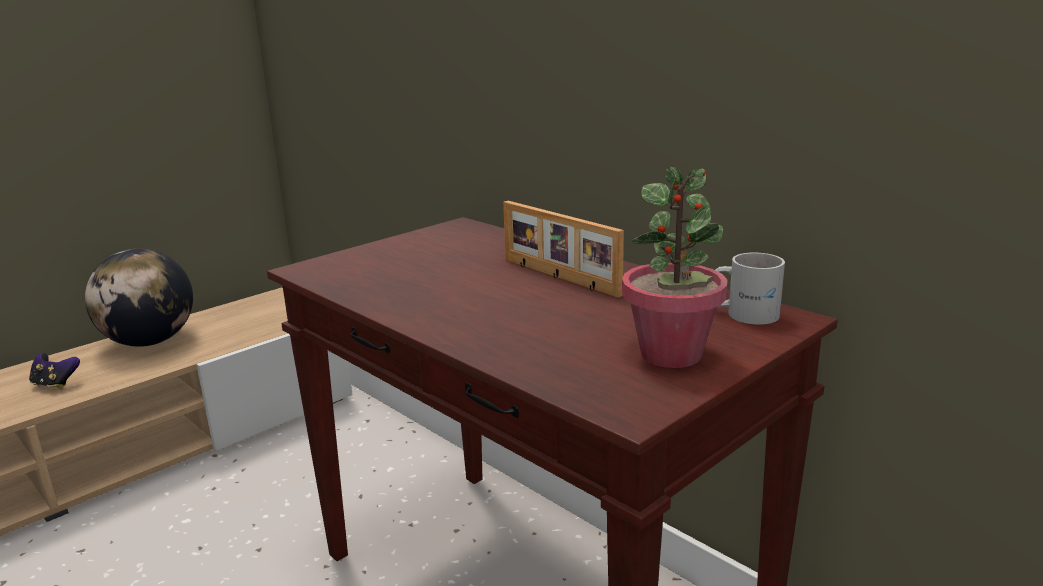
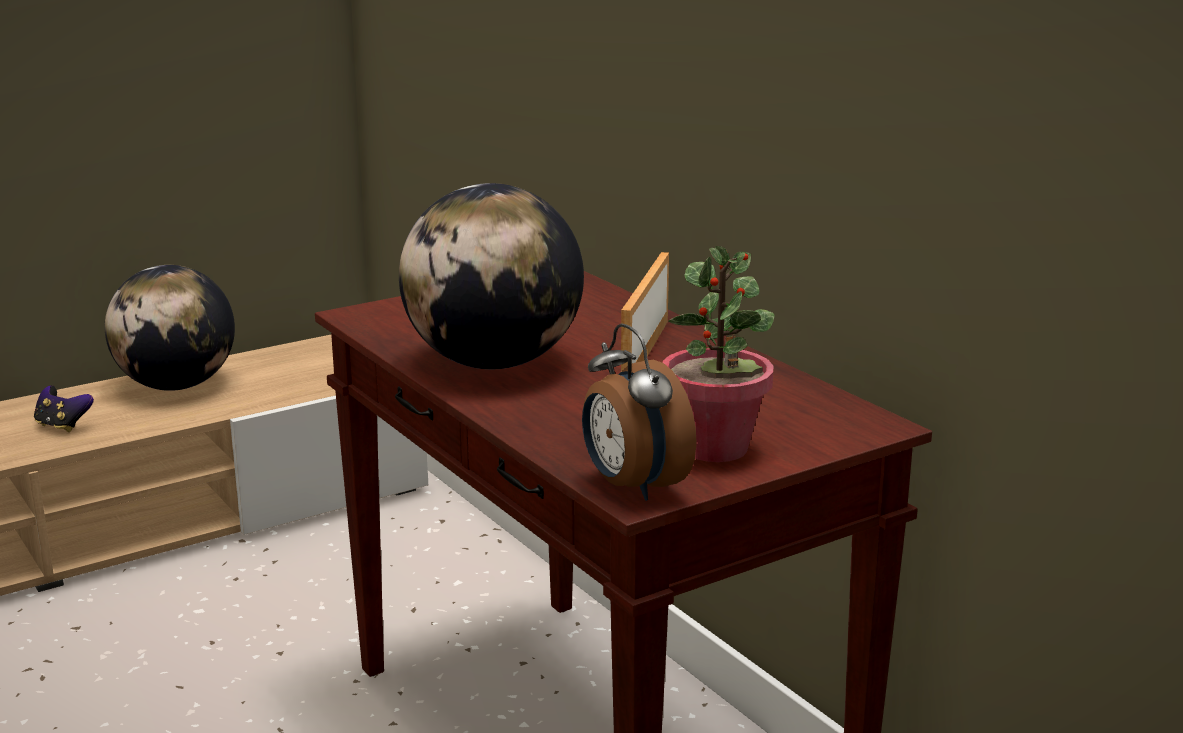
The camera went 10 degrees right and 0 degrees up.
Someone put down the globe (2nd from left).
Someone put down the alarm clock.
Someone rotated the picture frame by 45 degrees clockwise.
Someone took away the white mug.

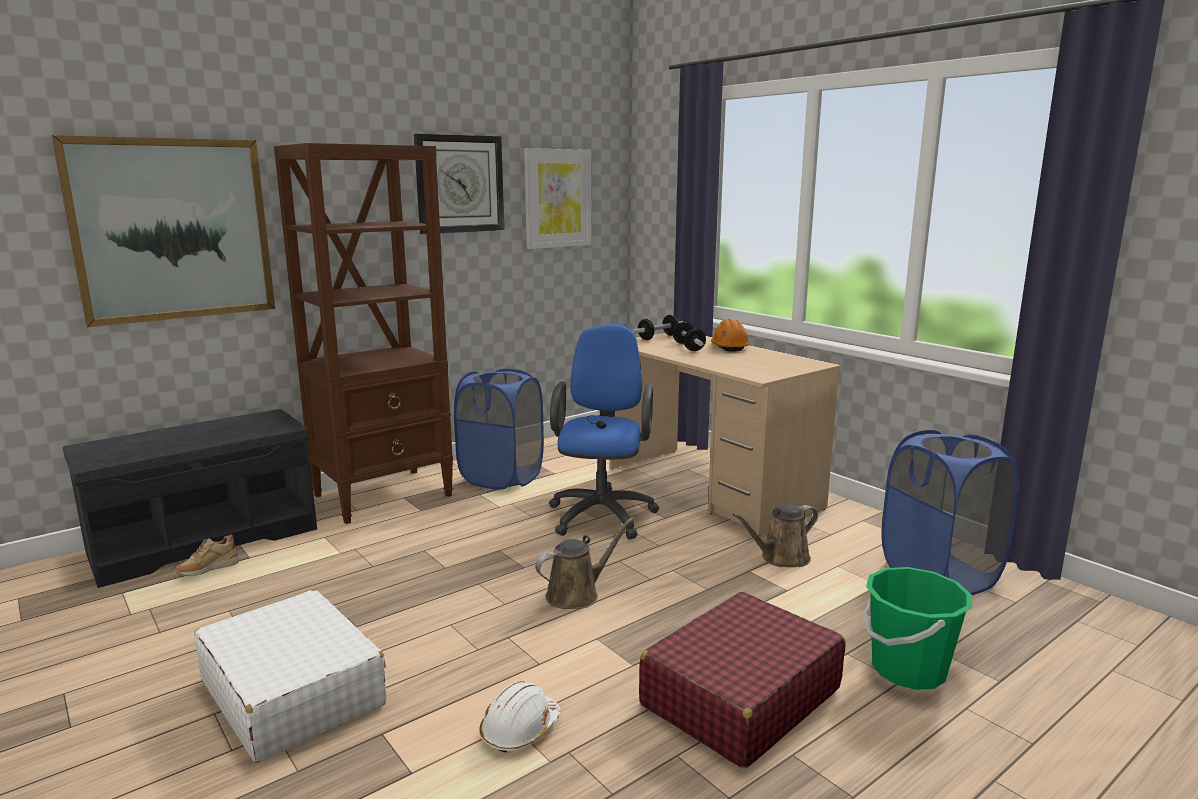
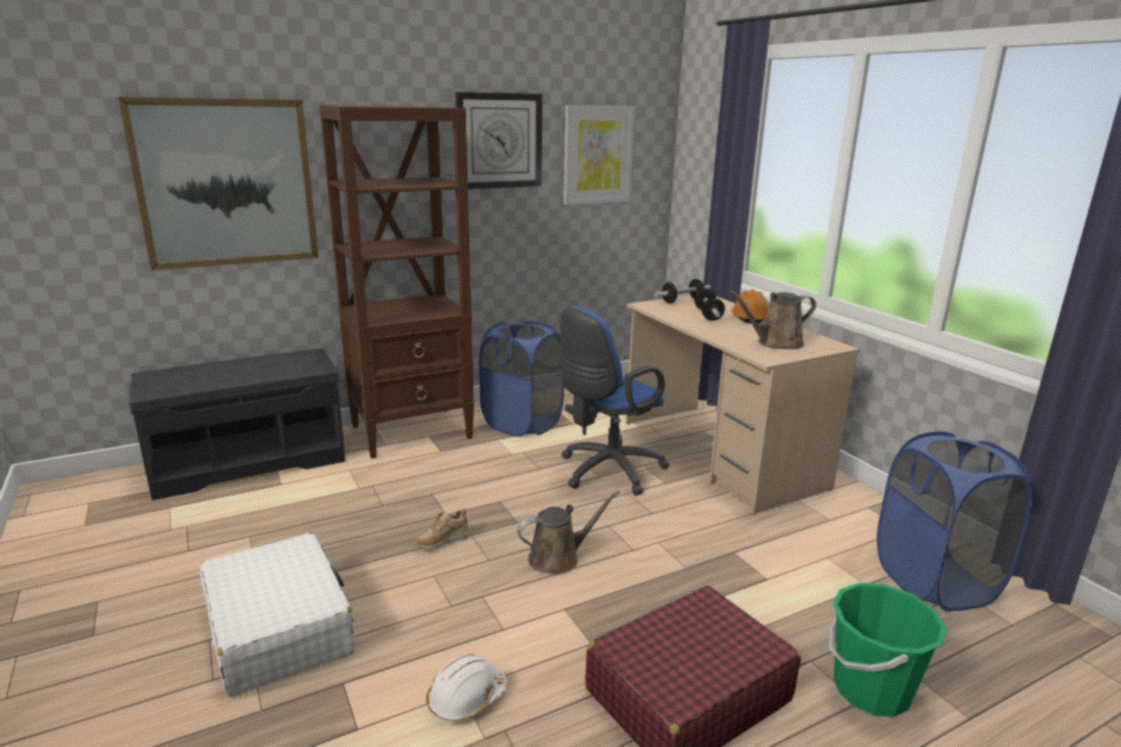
The camera went 10 degrees right and 5 degrees up.
Someone carried the beige shoe.
Someone rotated the blue office chair by 150 degrees counterclockwise.
Someone carried the brown watering can (2nd from left).

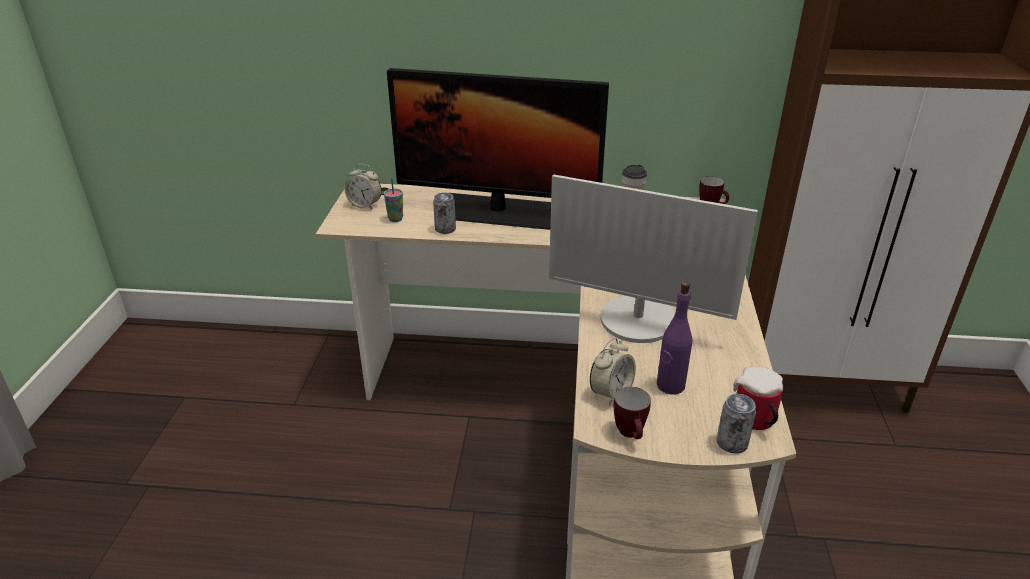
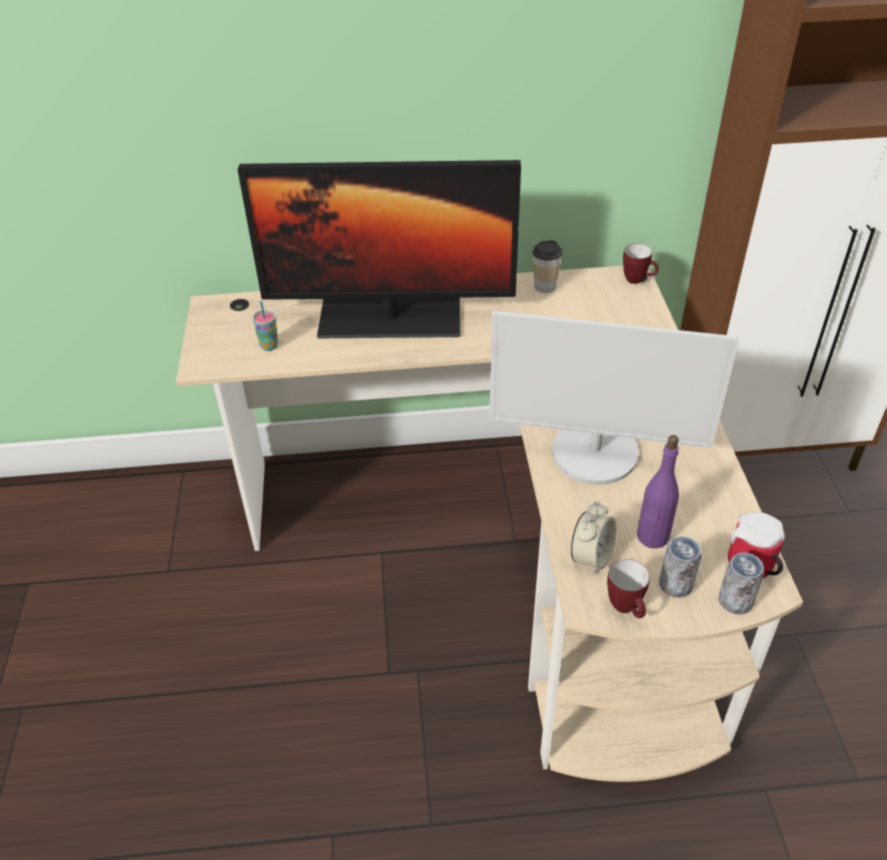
The camera went 10 degrees left and 10 degrees up.
Someone carried the can (1st from left).
Someone took away the alarm clock (1st from left).

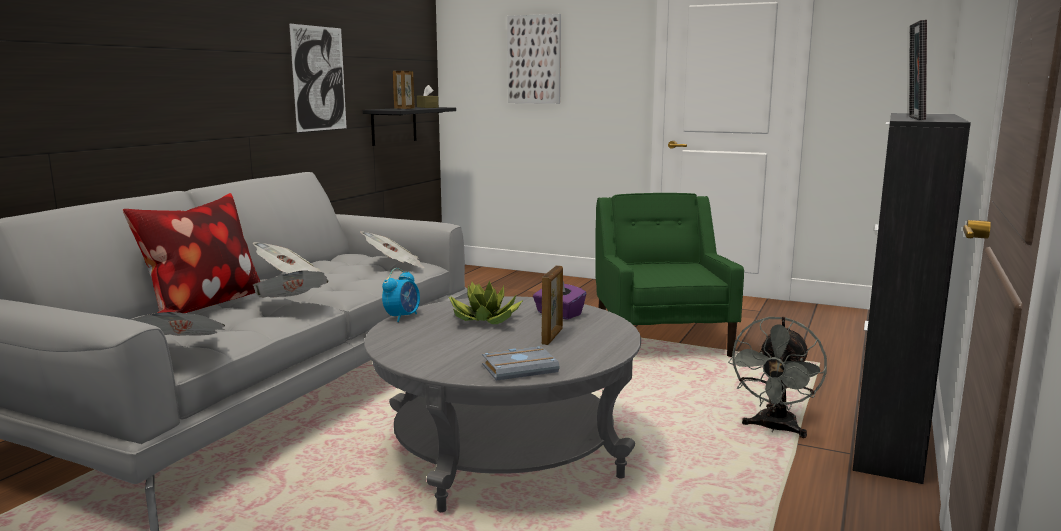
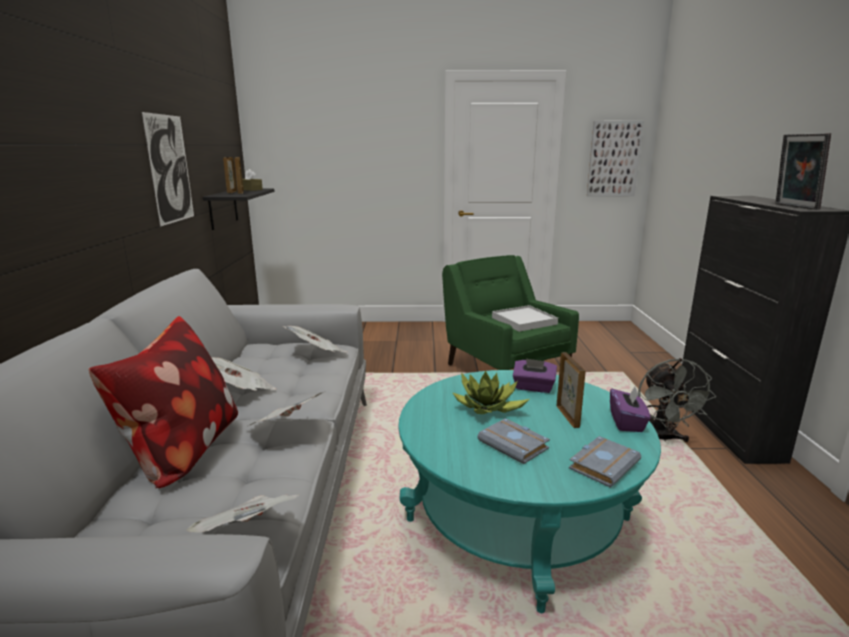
The camera went 25 degrees left and 5 degrees up.
Someone repainted the grey coffee table, which became the turquoise coffee table.
Someone put down the grey book (1st from left).
Someone put down the white tray.
Someone carried the picture (2nd from left).
Someone put down the purple tissue box (2nd from left).
Someone took away the alarm clock.

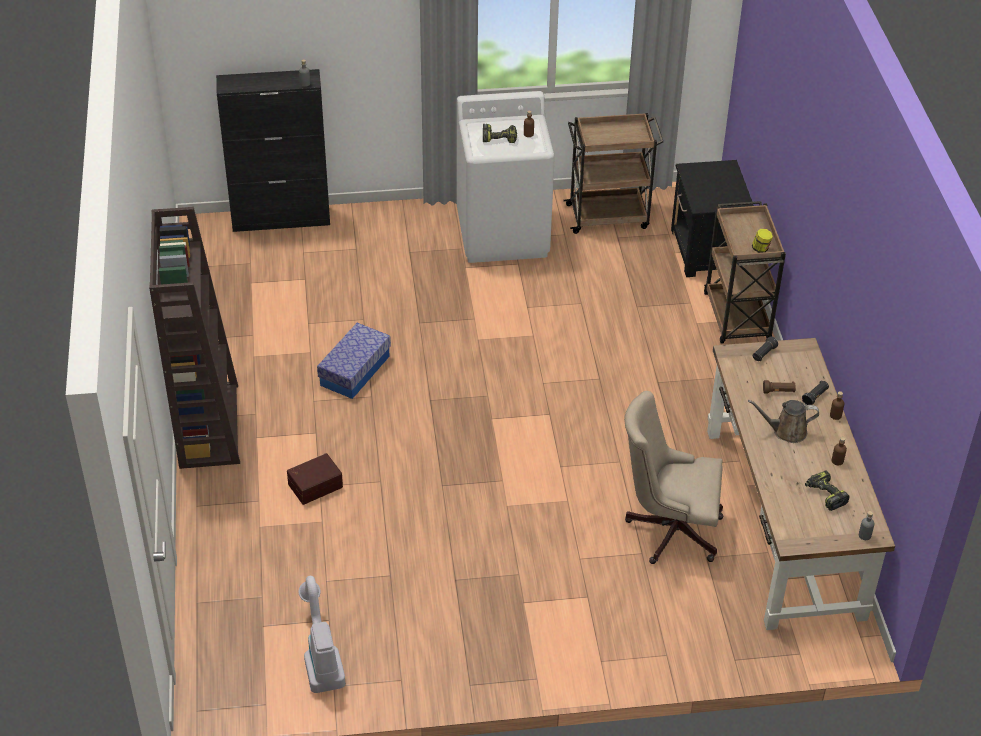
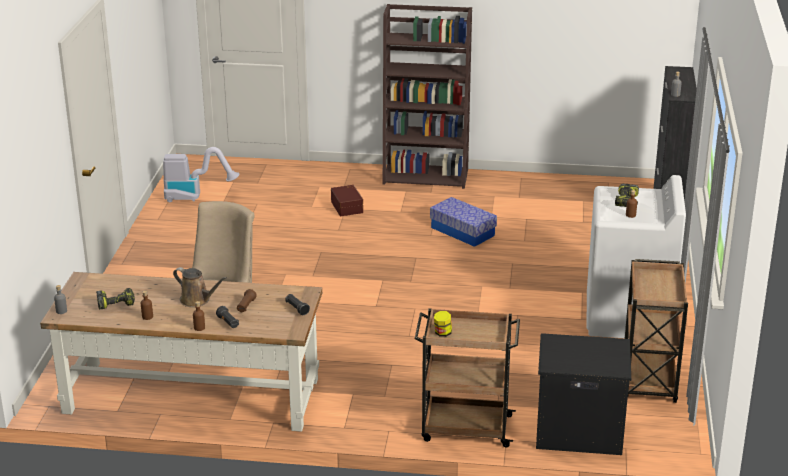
The camera went 105 degrees right and 15 degrees down.
Someone rotated the brown watering can by 105 degrees clockwise.

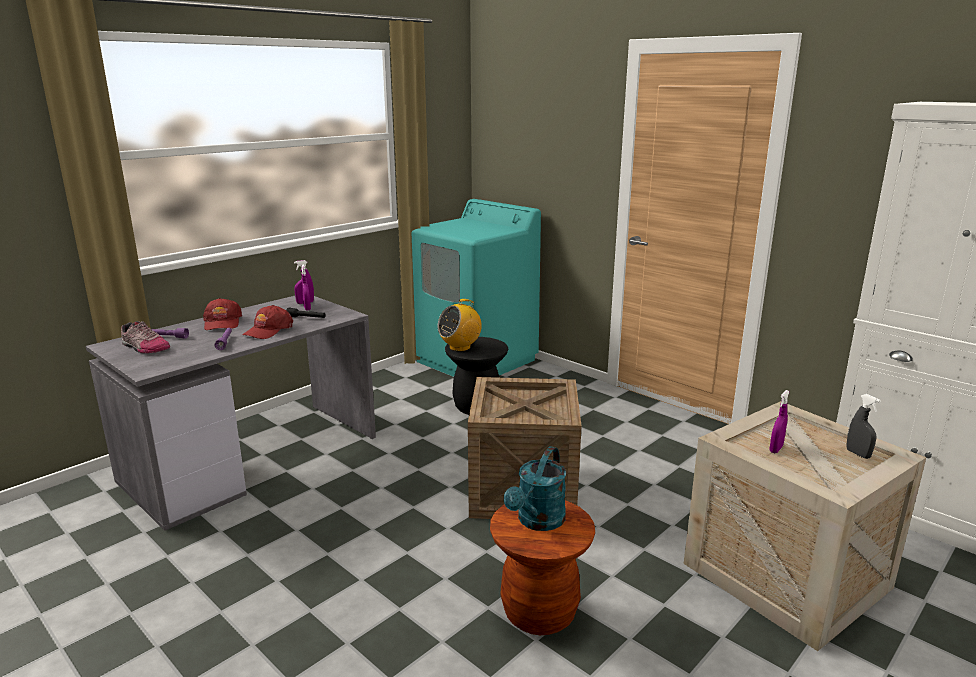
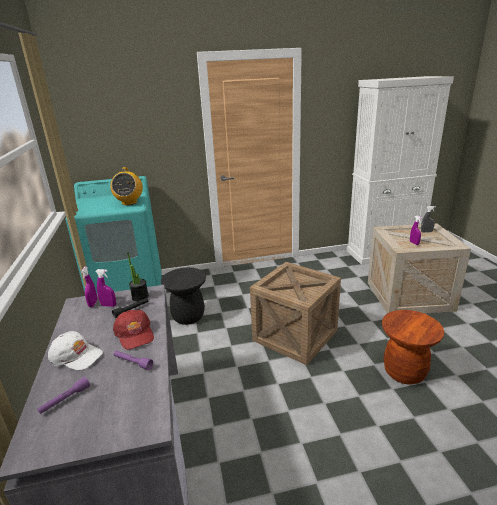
The camera went 55 degrees left and 5 degrees up.
Someone repainted the red cap (1st from left), which became the white cap.
Someone carried the radio.
Someone put down the potted plant.
Someone took away the shoe.
Someone took away the turquoise watering can.

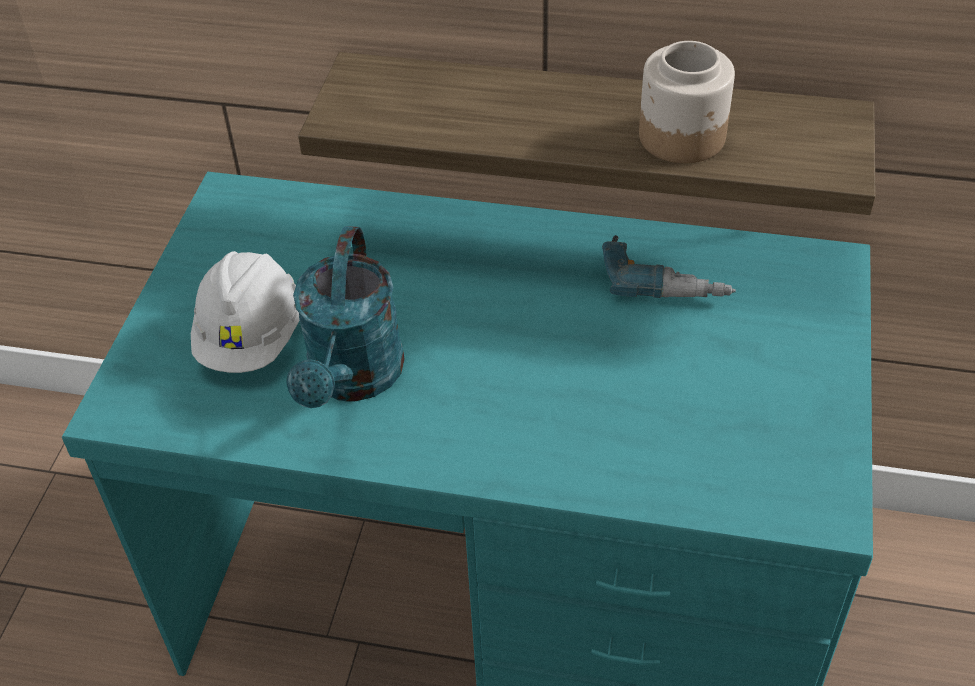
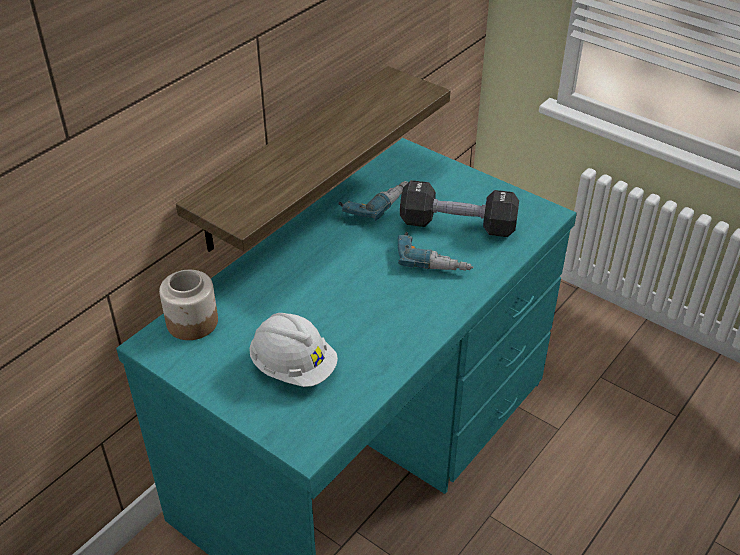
The camera went 65 degrees left and 5 degrees down.
Someone carried the jar.
Someone put down the power drill (2nd from left).
Someone put down the black dumbbell.
Someone took away the turquoise watering can.

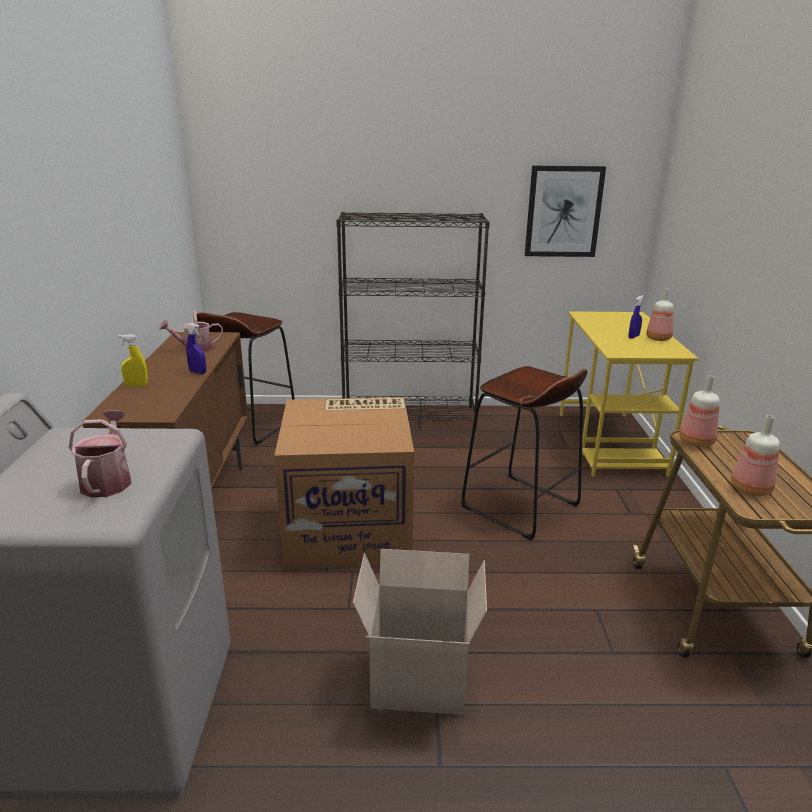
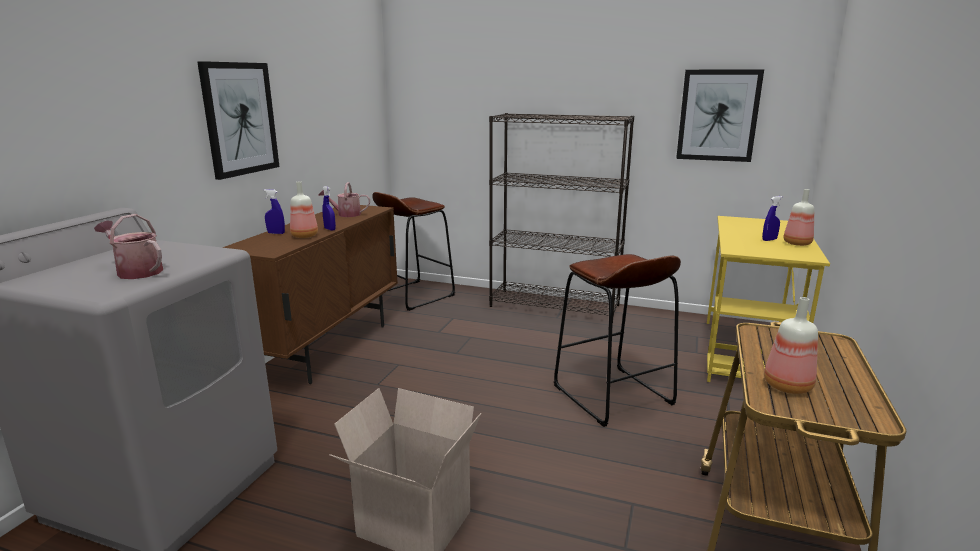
The camera went 20 degrees right and 5 degrees down.
Someone rotated the watering can (1st from left) by 75 degrees counterclockwise.
Someone put up the picture (1st from left).
Someone repainted the yellow spray bottle, which became the blue spray bottle (1st from left).
Someone carried the bottle (2nd from left in the first image).
Someone took away the cardboard box (1st from left).

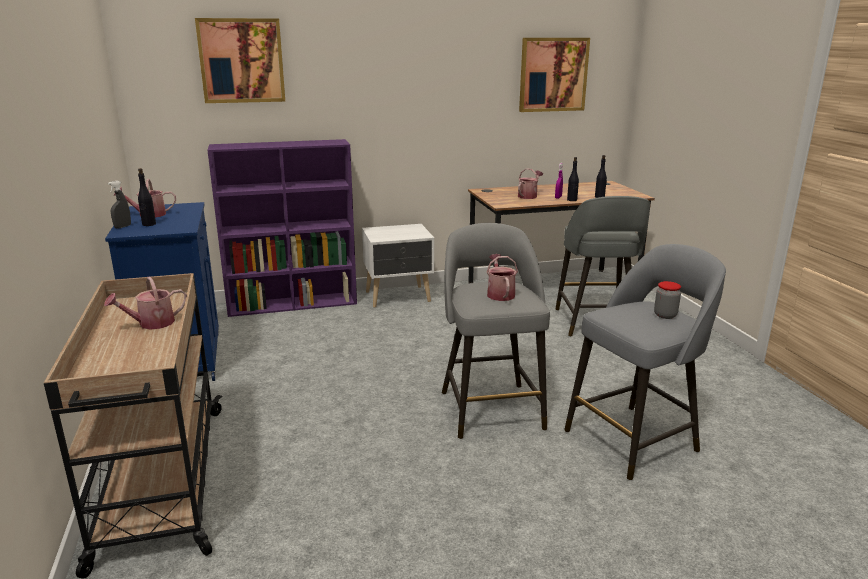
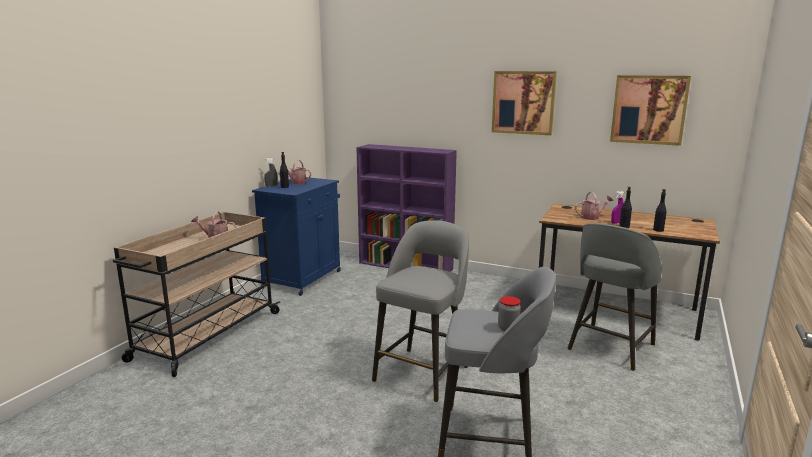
The camera went 40 degrees right and 5 degrees down.
Someone carried the picture (1st from left).
Someone took away the white nightstand.
Someone took away the watering can (3rd from left).

